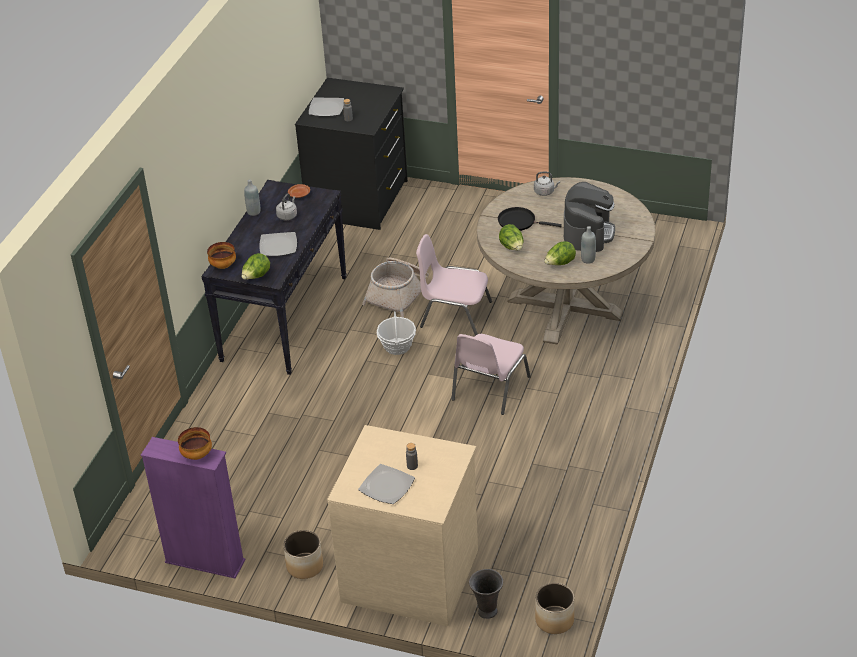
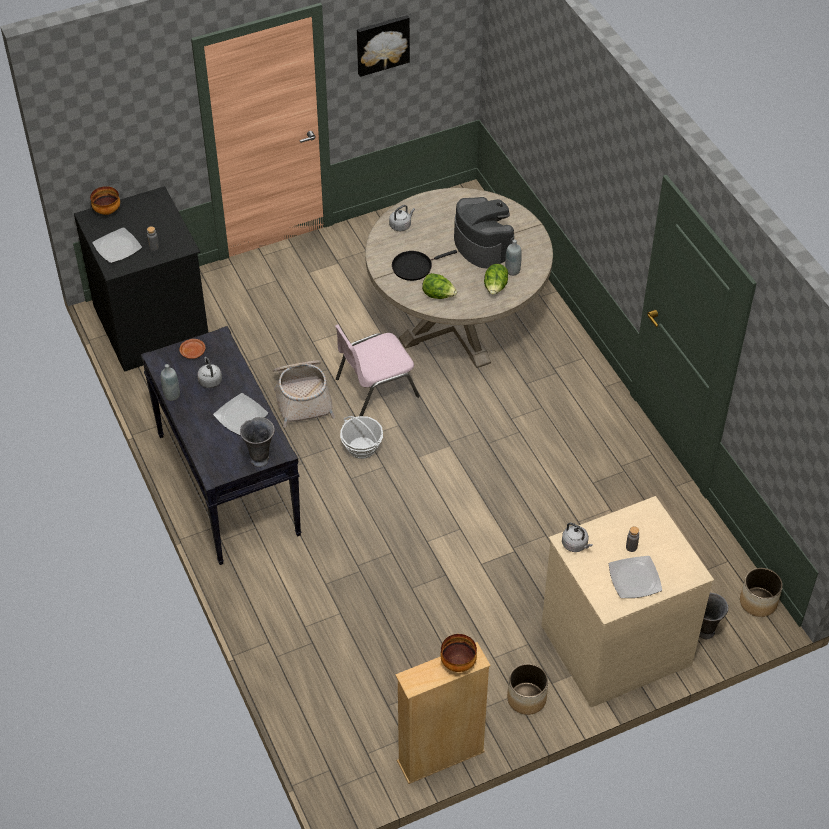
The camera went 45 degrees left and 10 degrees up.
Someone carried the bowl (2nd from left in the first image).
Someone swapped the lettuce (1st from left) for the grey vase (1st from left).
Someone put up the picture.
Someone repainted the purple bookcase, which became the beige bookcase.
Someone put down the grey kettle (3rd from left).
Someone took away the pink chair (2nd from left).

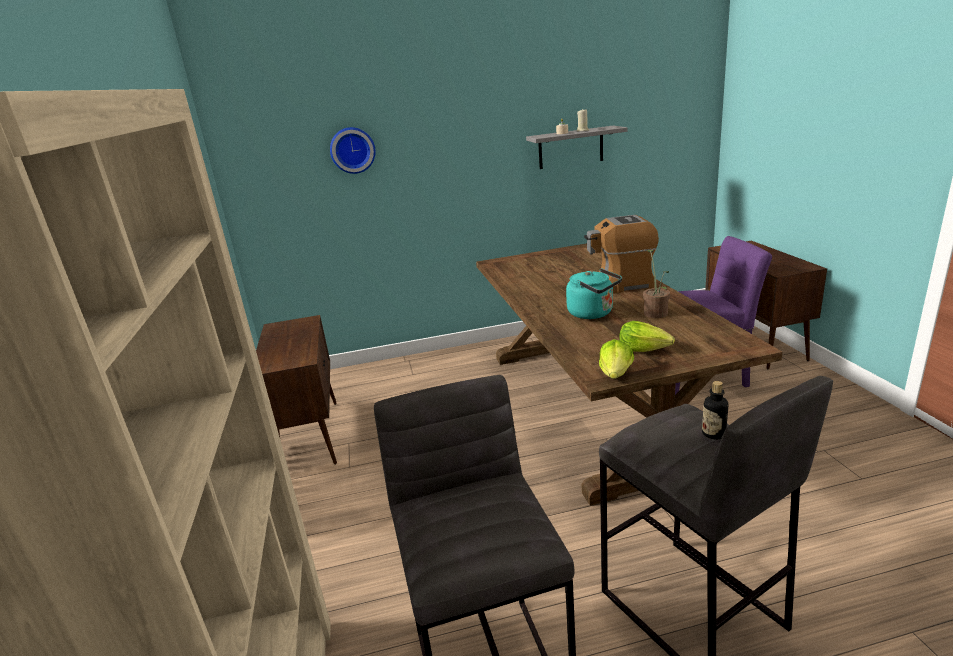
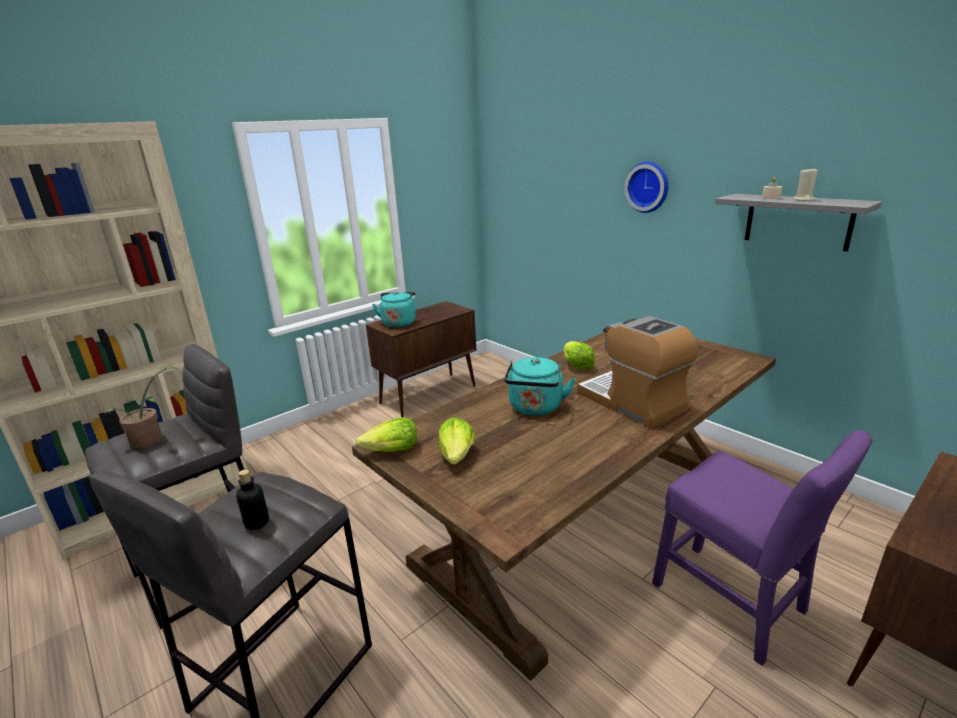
The camera went 60 degrees right and 0 degrees up.
Someone carried the potted plant.
Someone put down the turquoise kettle (1st from left).
Someone put down the lettuce (3rd from left).
Someone carried the wall clock.

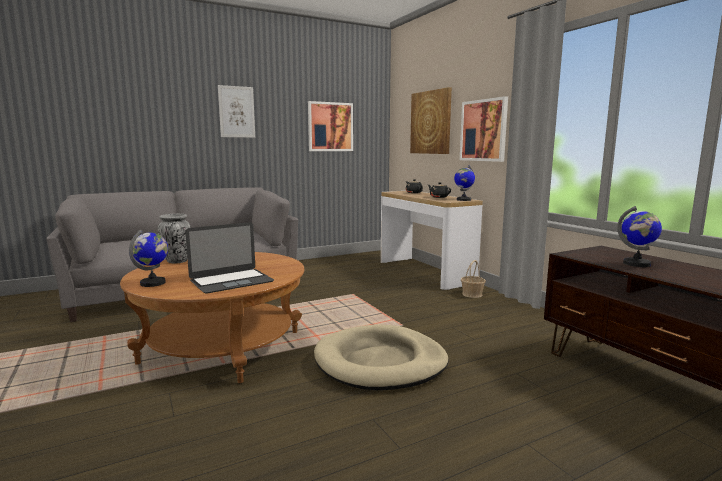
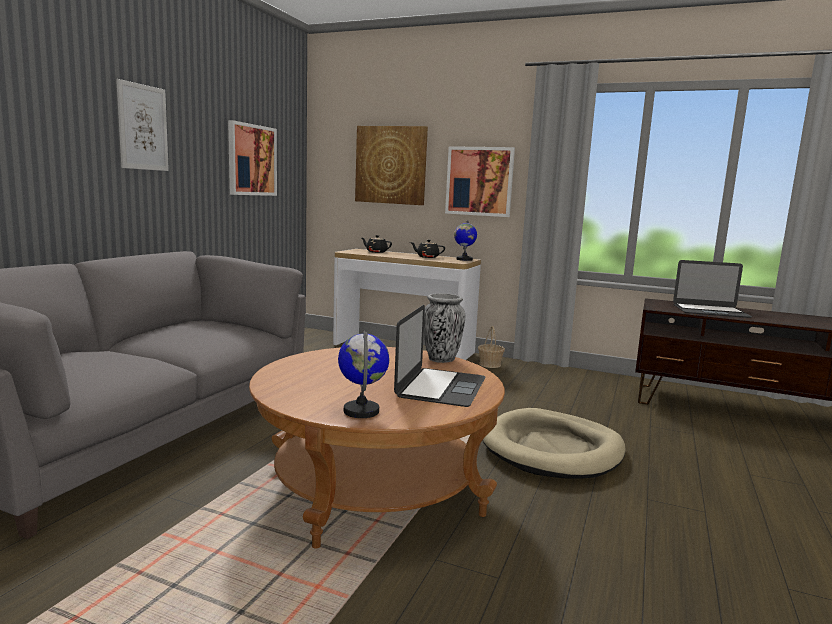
The camera went 40 degrees left and 0 degrees up.
Someone carried the vase.
Someone swapped the globe (3rd from left) for the laptop (2nd from left).

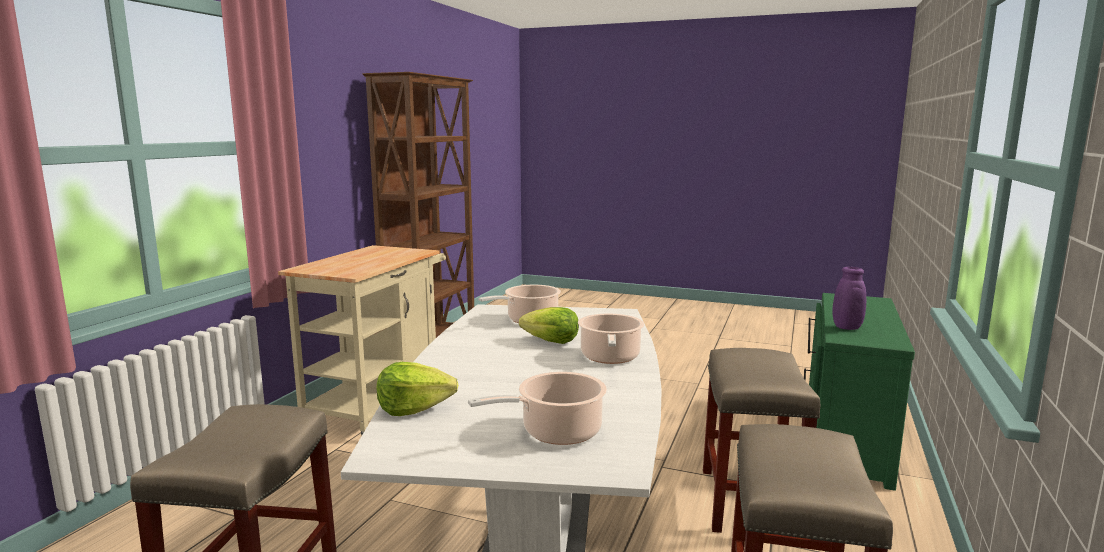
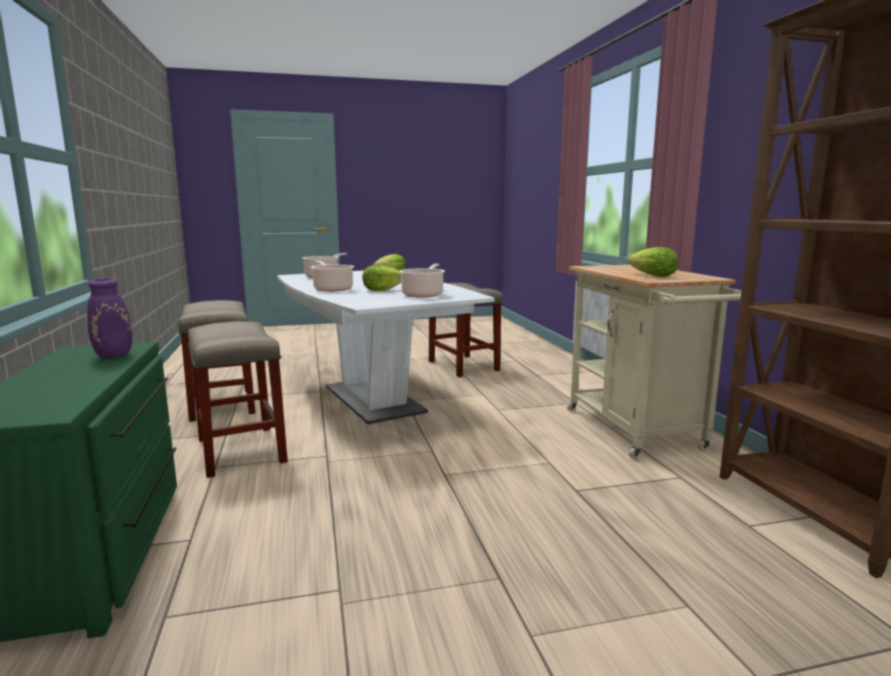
The camera went 145 degrees right and 0 degrees up.
Someone put down the lettuce (3rd from left).

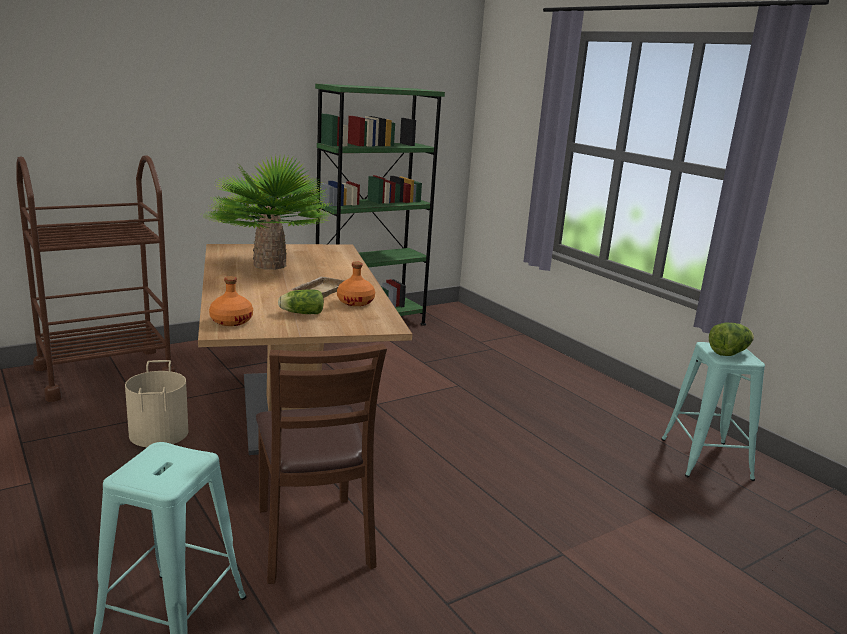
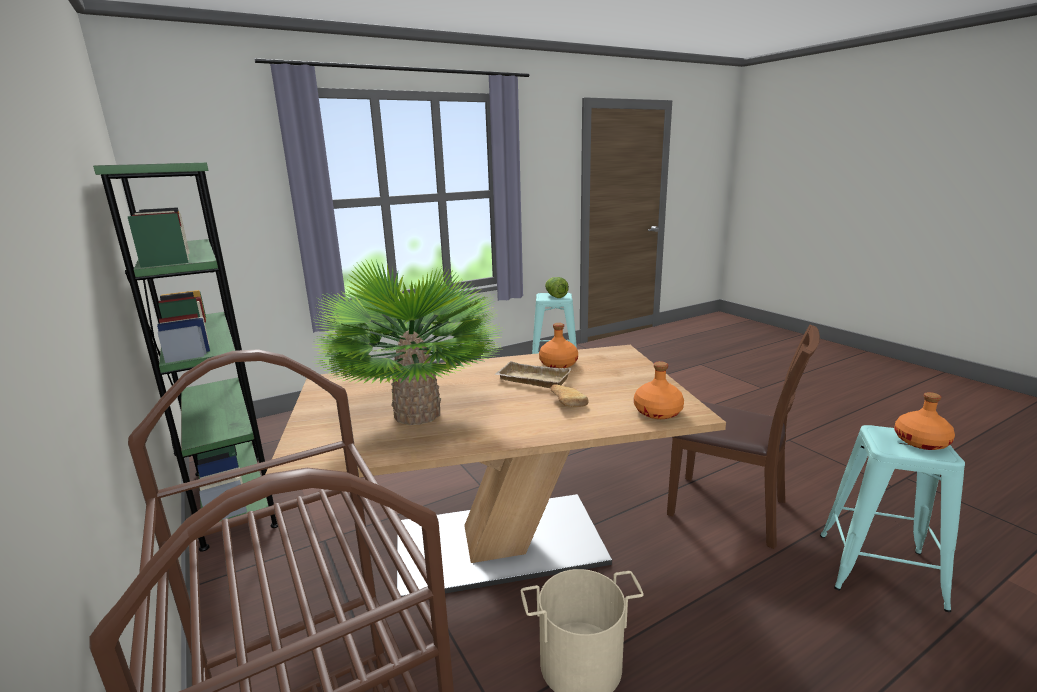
The camera went 85 degrees left and 0 degrees up.
Someone put down the bread.
Someone rotated the brown chair by 45 degrees clockwise.
Someone put down the orange bottle (3rd from left).
Someone took away the lettuce (1st from left).

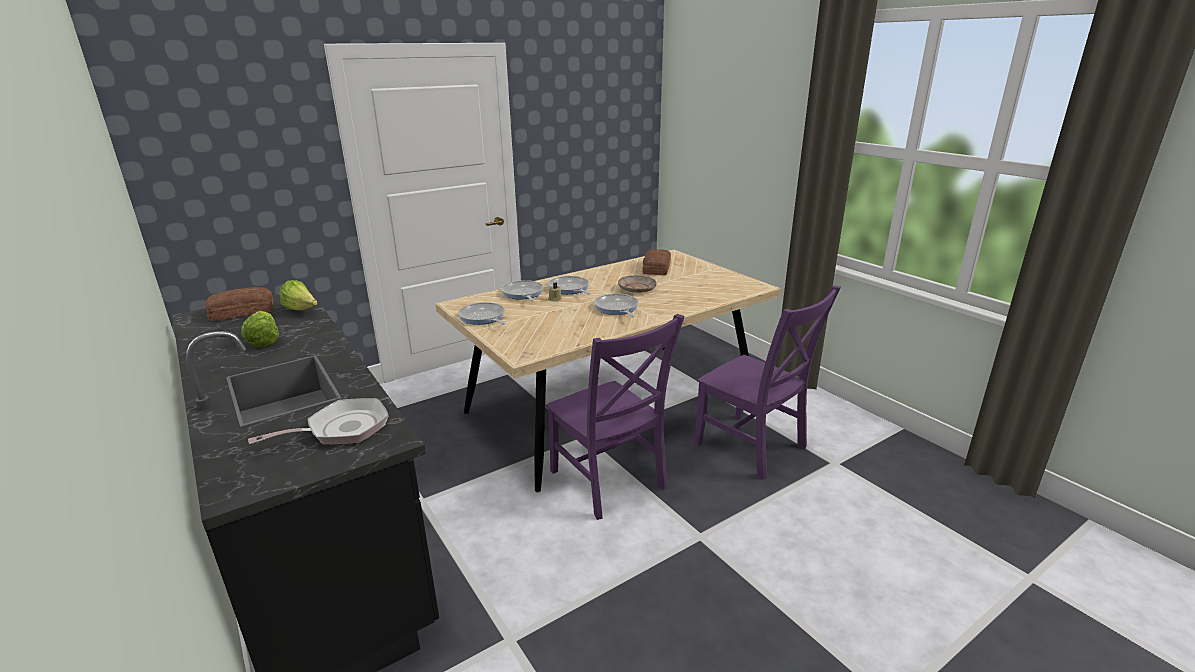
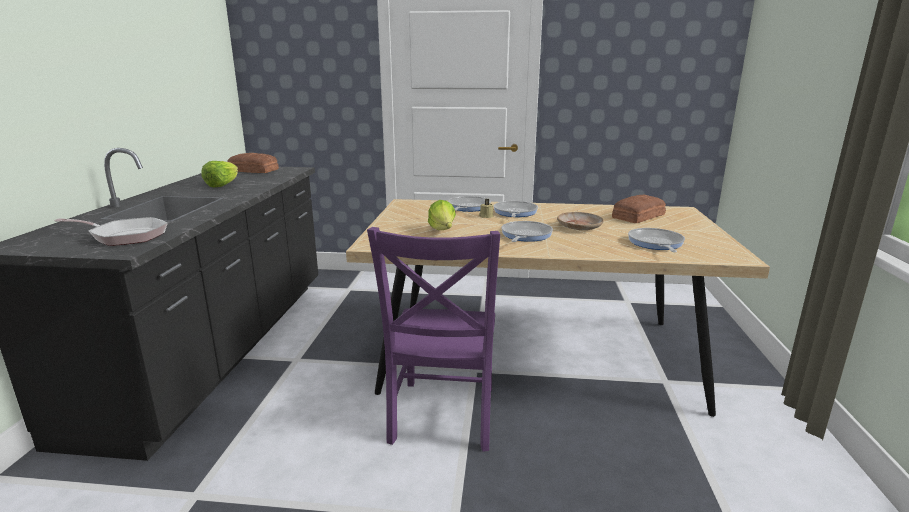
The camera went 40 degrees right and 5 degrees down.
Someone carried the lettuce (2nd from left).
Someone carried the frying pan (2nd from left in the first image).
Someone took away the purple chair (2nd from left).

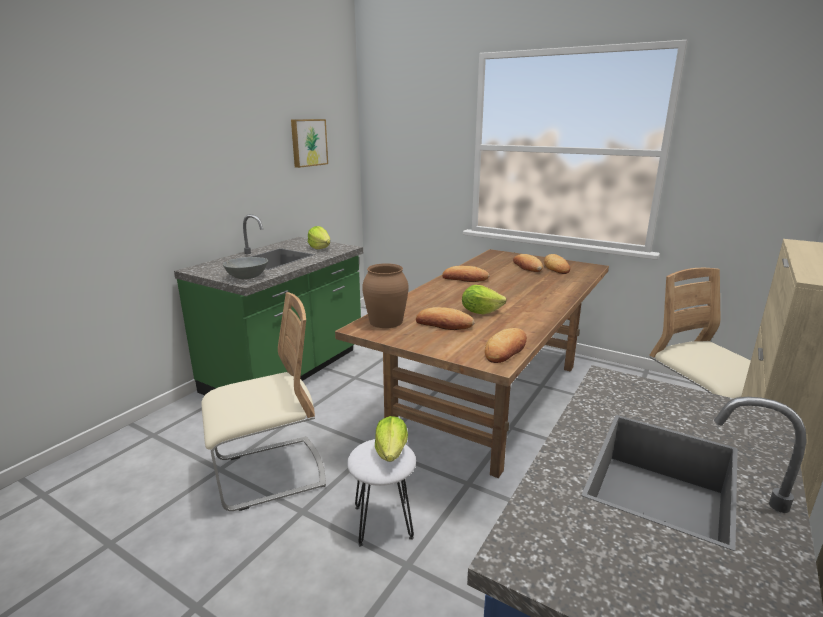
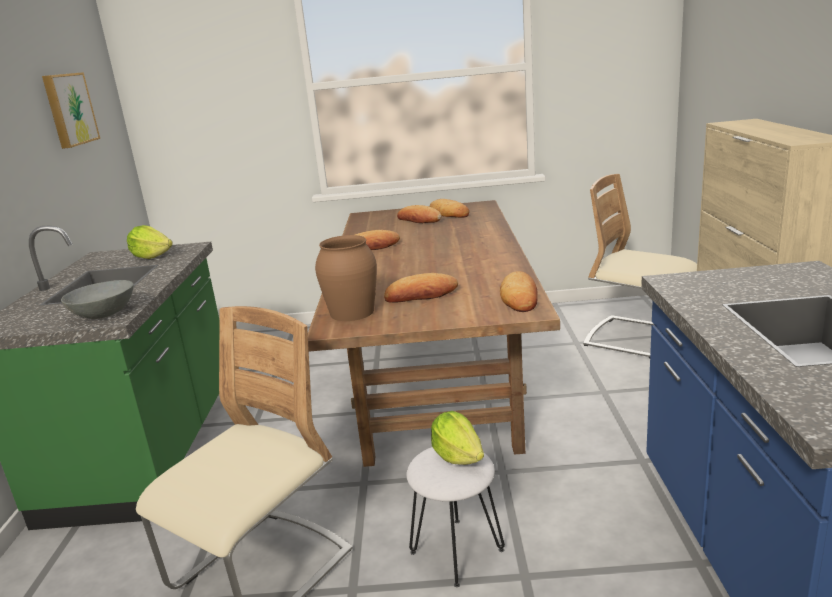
The camera went 30 degrees left and 0 degrees up.
Someone took away the lettuce (3rd from left).

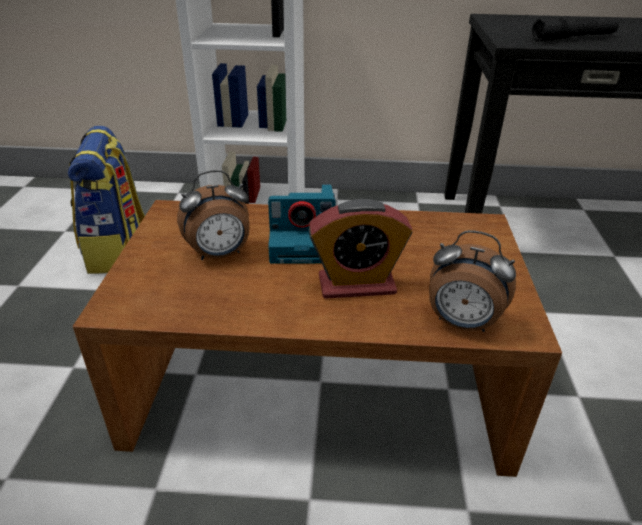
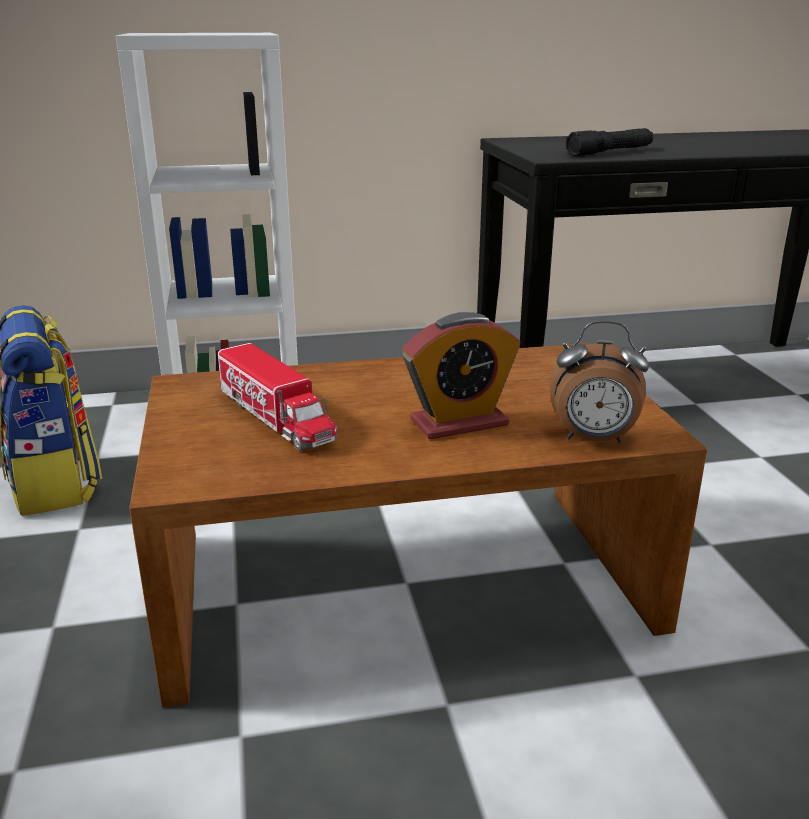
The camera went 15 degrees left and 10 degrees down.
Someone swapped the alarm clock (1st from left) for the toy truck.
Someone took away the photo camera.

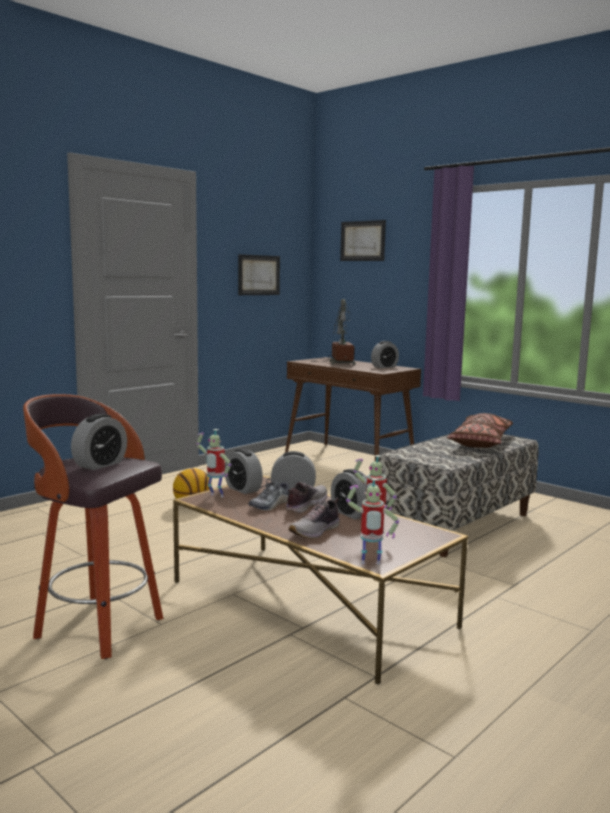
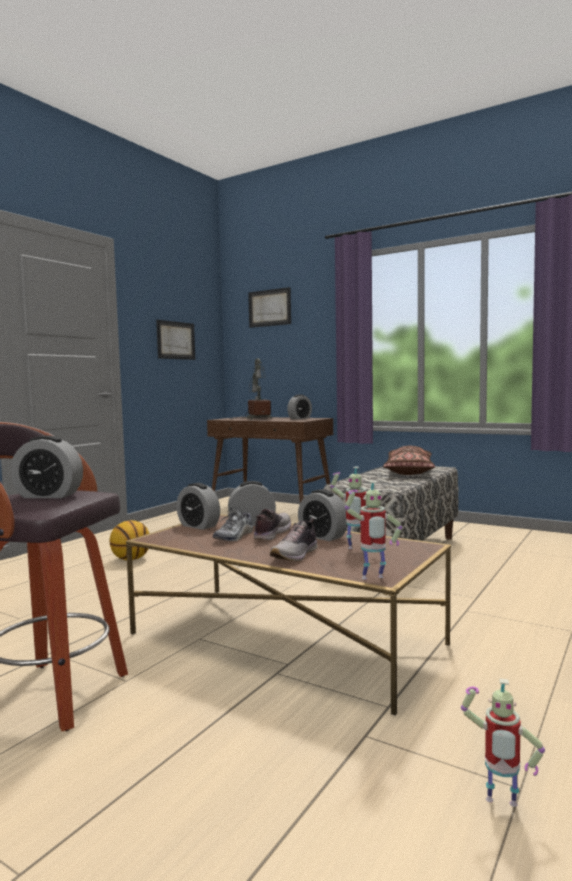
The camera went 10 degrees left and 5 degrees down.
Someone rotated the alarm clock (1st from left) by 75 degrees clockwise.
Someone carried the toy robot (1st from left in the first image).

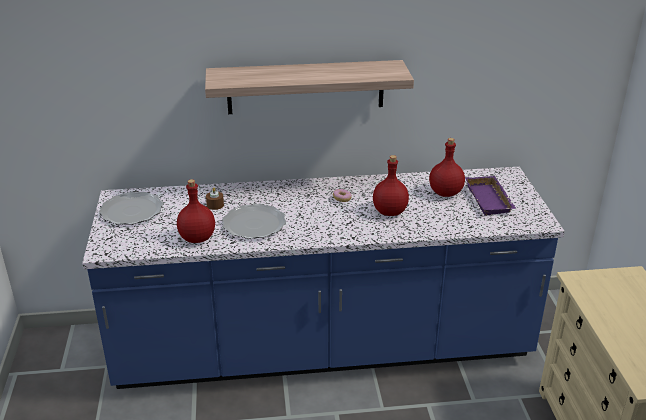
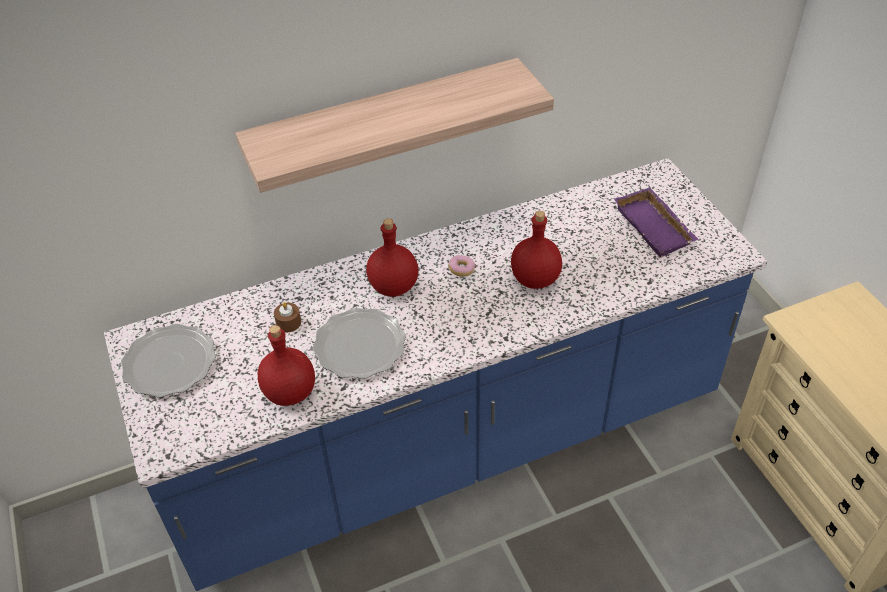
The camera went 15 degrees left and 15 degrees up.
Someone carried the red bottle (3rd from left in the first image).

